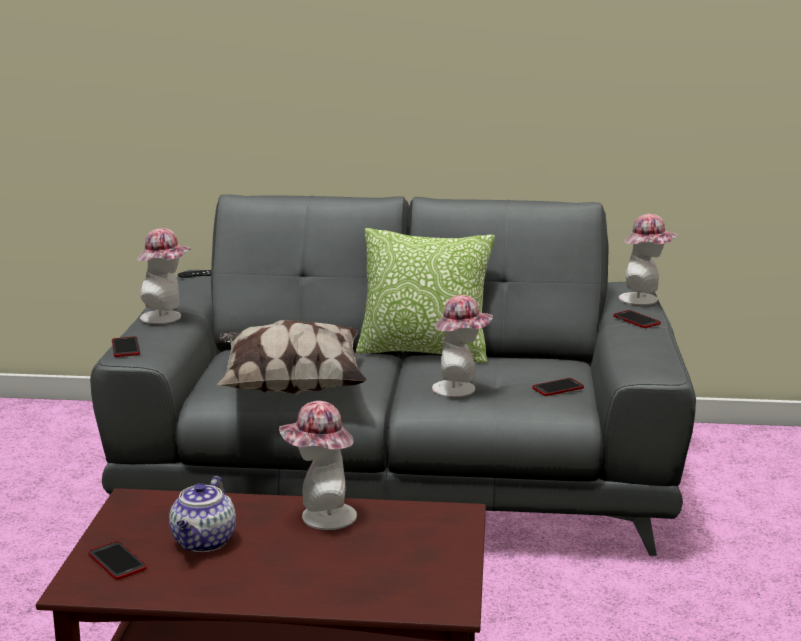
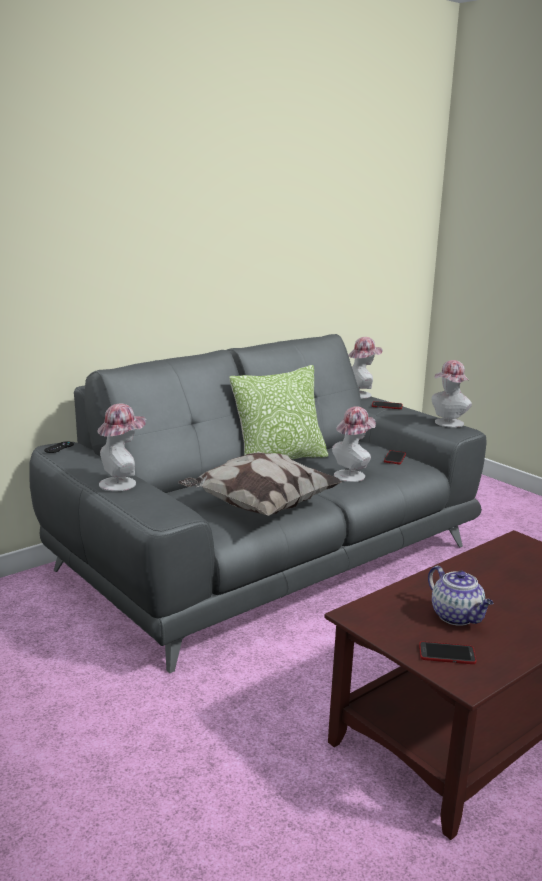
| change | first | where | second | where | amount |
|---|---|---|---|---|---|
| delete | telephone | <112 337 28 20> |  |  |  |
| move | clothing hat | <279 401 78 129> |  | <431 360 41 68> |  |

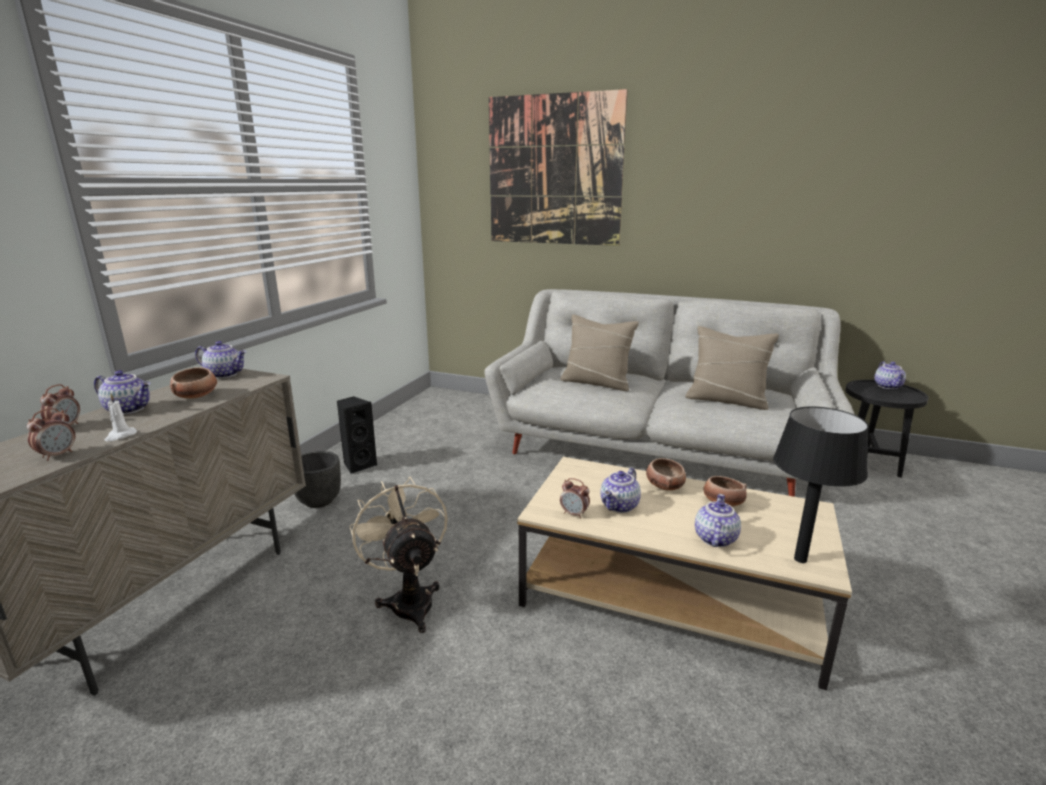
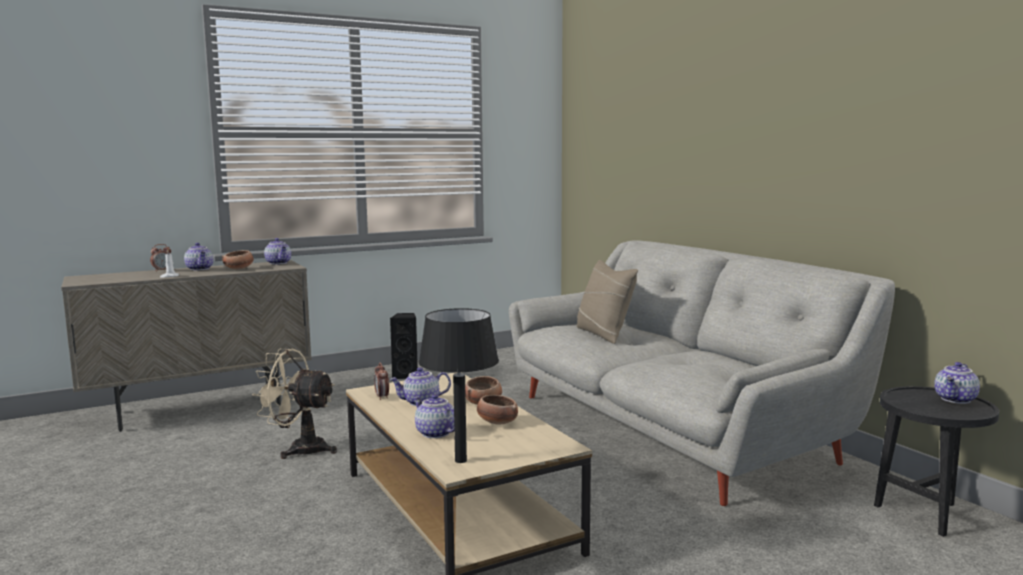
| change | first | where | second | where | amount |
|---|---|---|---|---|---|
| delete | wall picture | <489 89 139 157> |  |  |  |
| delete | beige cushion | <685 326 94 84> |  |  |  |
| delete | alarm clock | <27 408 48 53> |  |  |  |
| delete | blackish plant pot | <294 451 47 57> |  |  |  |
| rotate | beige cooling fan | <349 477 99 156> |  | <252 349 85 110> | 90 degrees counterclockwise |
| rotate | tea pot | <695 494 46 53> |  | <413 394 41 44> | 105 degrees counterclockwise |

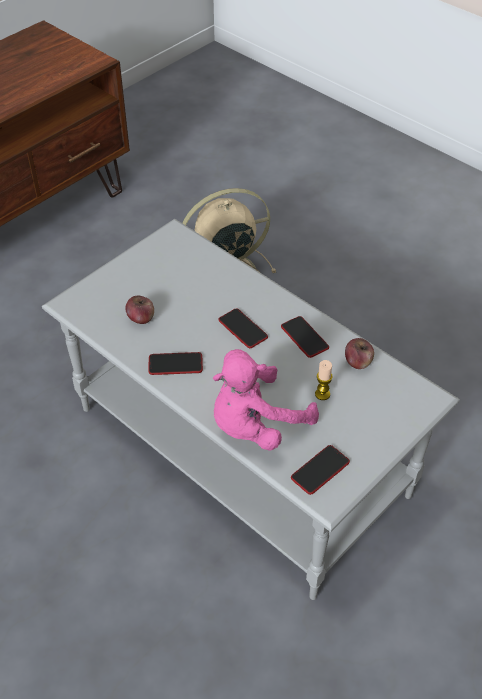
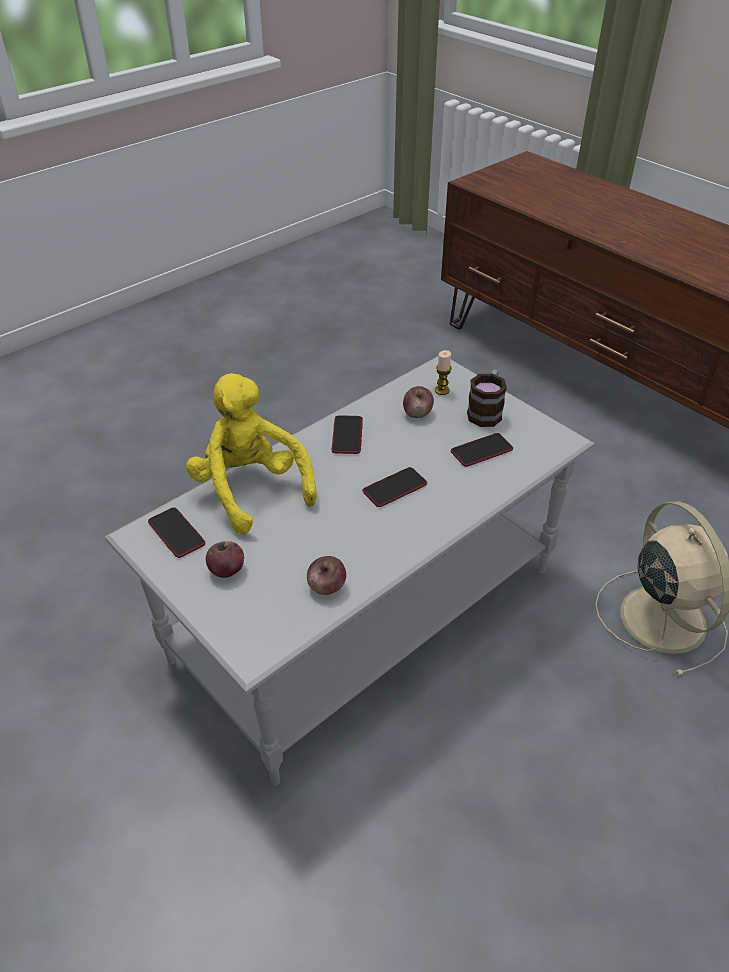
| change | first | where | second | where | amount |
|---|---|---|---|---|---|
| move | telephone | <281 316 48 42> |  | <451 433 62 34> |  |
| recolor | pinkish cuddly toy | <213 349 106 102> | yellowish cuddly toy | <186 373 131 161> |  |
| move | wax candle | <315 360 18 40> |  | <435 350 17 45> |  |
| insert |  |  | tea mug | <467 369 40 58> |  |
| insert |  |  | whole apple | <206 541 38 37> |  |

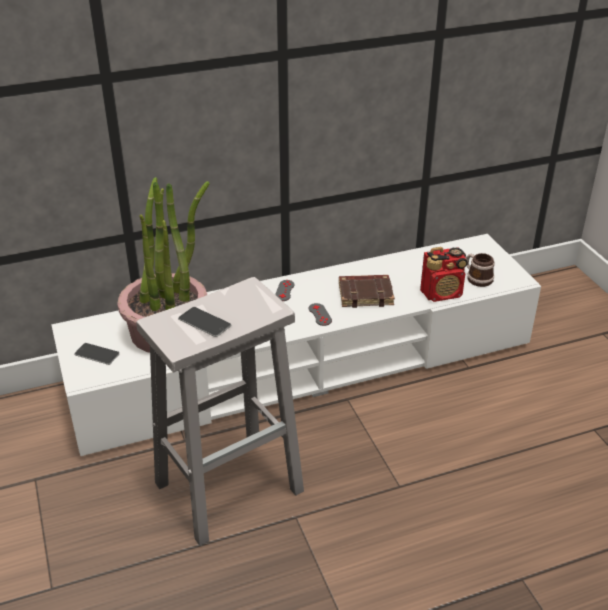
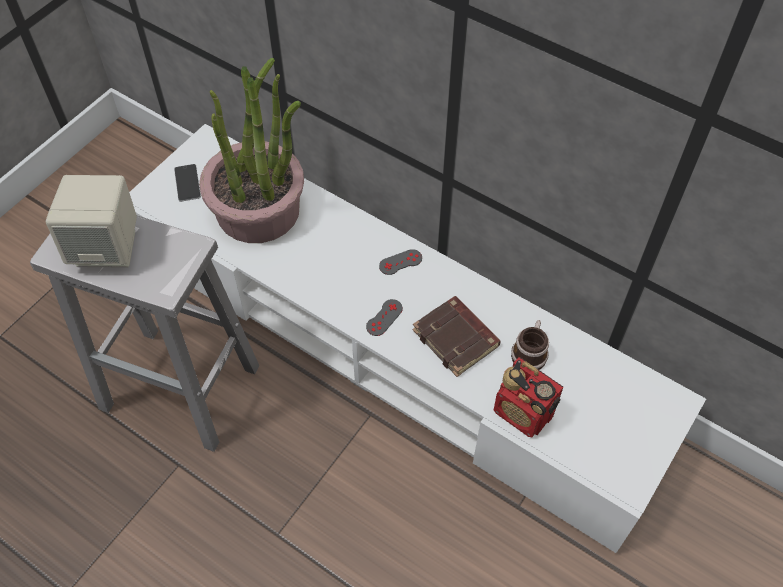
| change | first | where | second | where | amount |
|---|---|---|---|---|---|
| move | tea mug | <466 253 29 34> |  | <511 320 38 50> |  |
| replace | telephone | <178 307 53 30> | beige audio speaker | <46 175 91 93> |  |

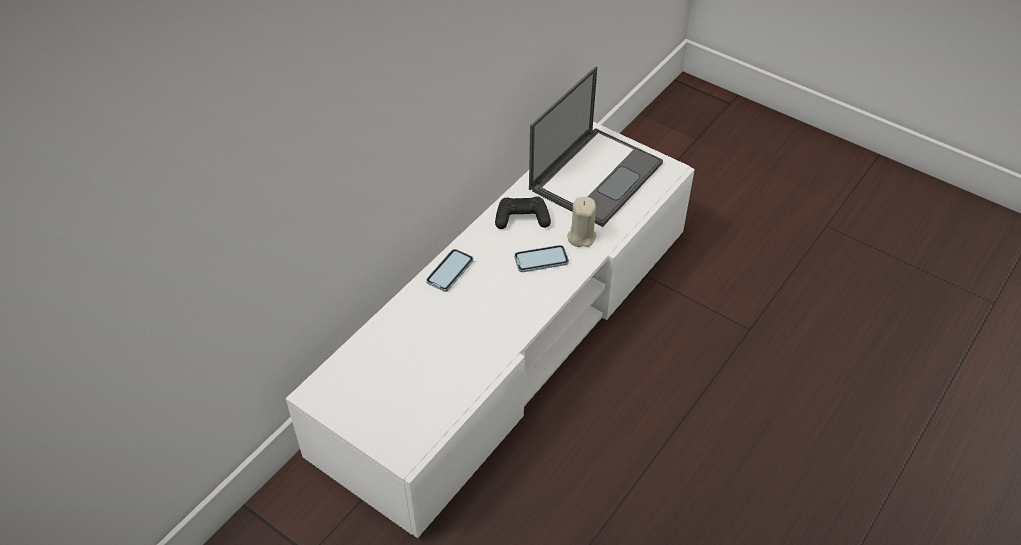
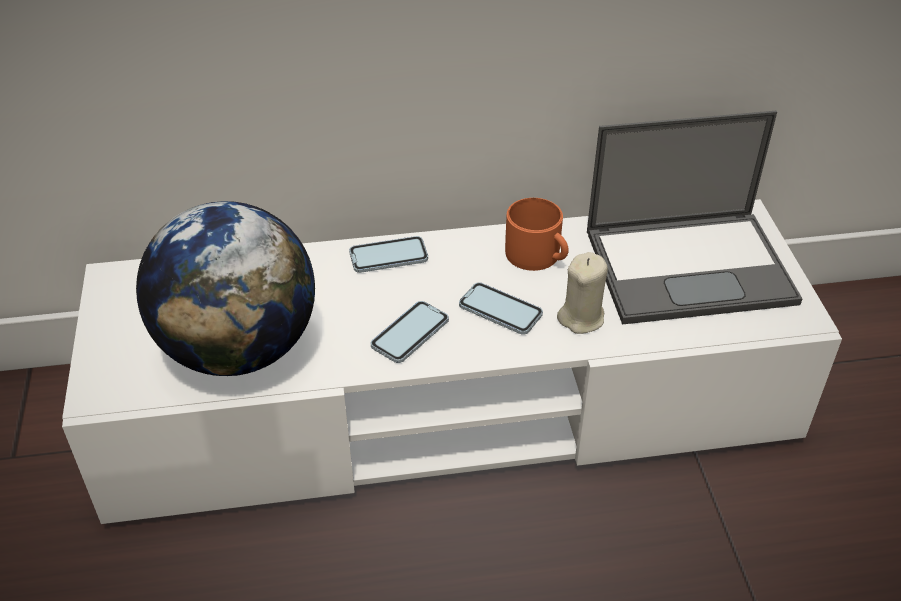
| change | first | where | second | where | amount |
|---|---|---|---|---|---|
| replace | blackish game controller | <495 196 56 33> | orange-coloured tea mug | <505 198 64 73> |  |
| insert |  |  | world globe | <136 201 179 175> |  |
| insert |  |  | telephone | <371 301 78 62> |  |

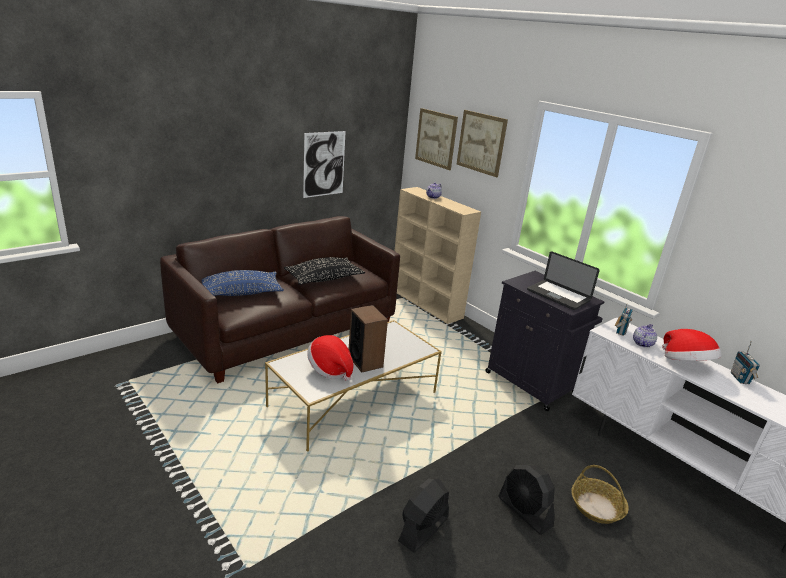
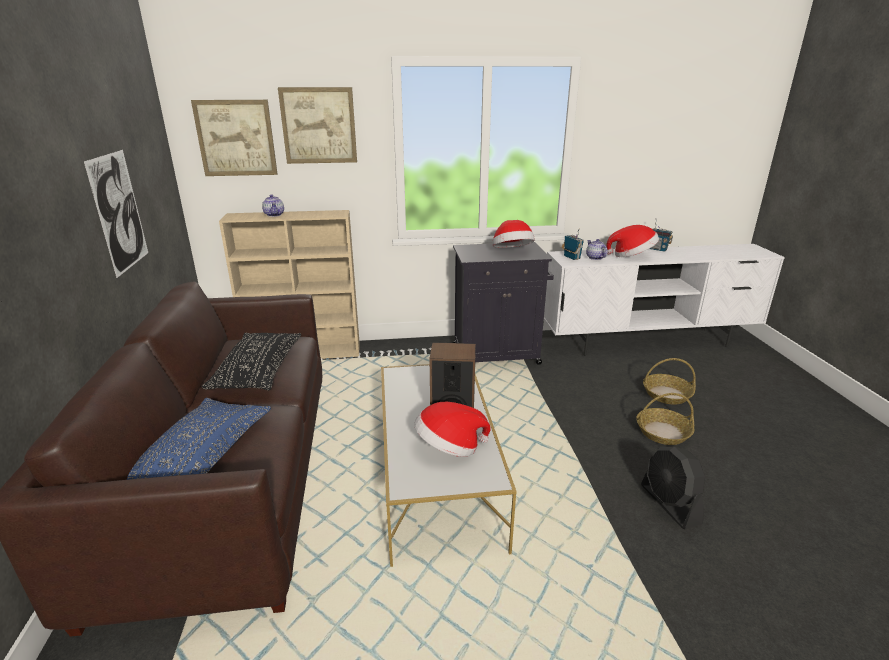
| change | first | where | second | where | amount |
|---|---|---|---|---|---|
| replace | laptop | <527 251 73 59> | clothing hat | <493 220 42 28> |  |
| replace | blackish cooling fan | <498 465 57 70> | basket | <636 393 59 52> |  |

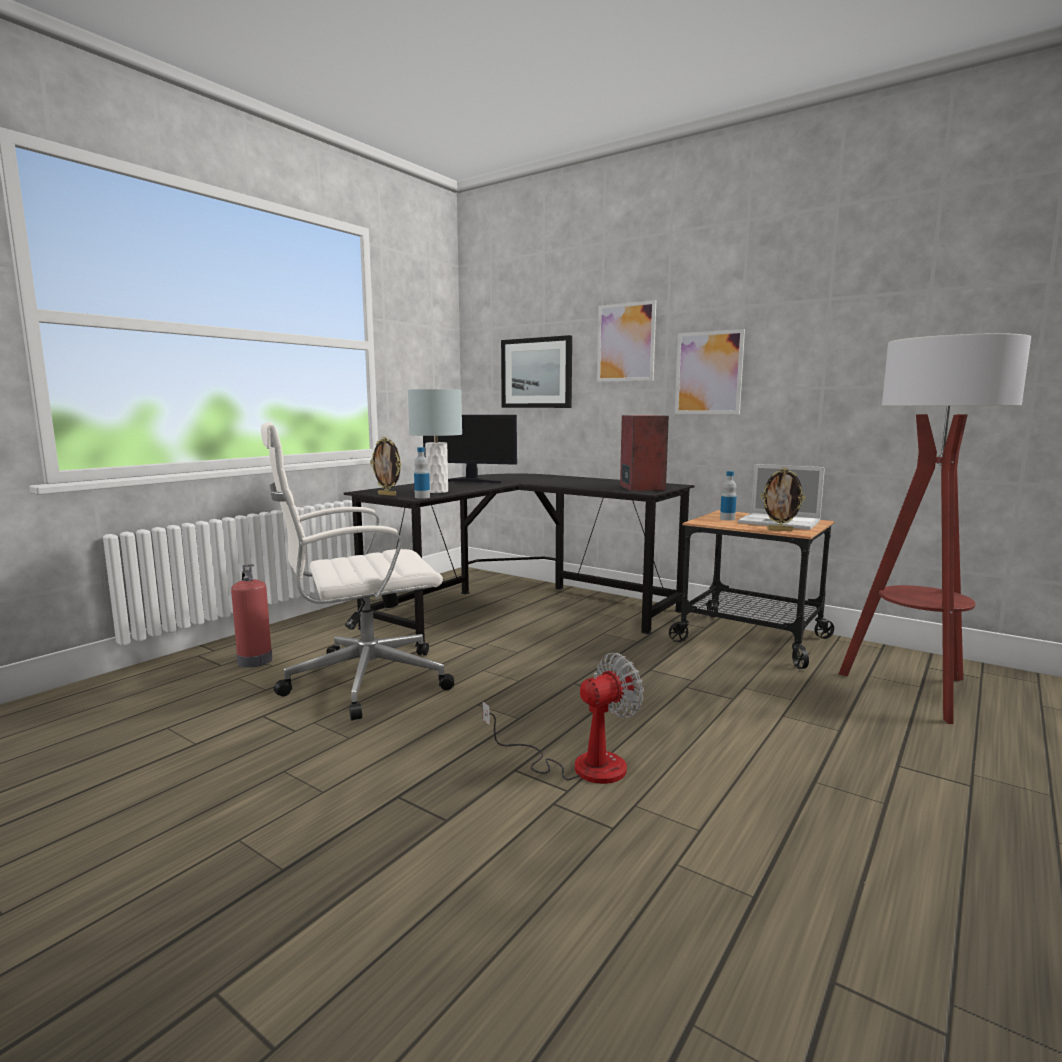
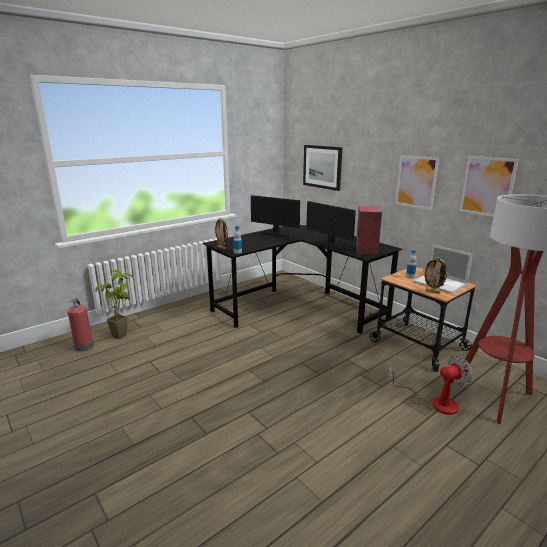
| change | first | where | second | where | amount |
|---|---|---|---|---|---|
| move | wall picture | <597 300 59 82> |  | <459 156 60 61> |  |
| delete | greyish tabletop lamp | <408 389 54 104> |  |  |  |
| delete | white computer chair | <261 422 193 299> |  |  |  |
| move | extinguisher | <231 564 42 104> |  | <67 298 26 54> |  |
| move | cooling fan | <482 653 162 131> |  | <388 355 85 60> |  |
| insert |  |  | computer screen | <306 201 50 49> |  |
| insert |  |  | houseplant | <96 270 39 69> |  |

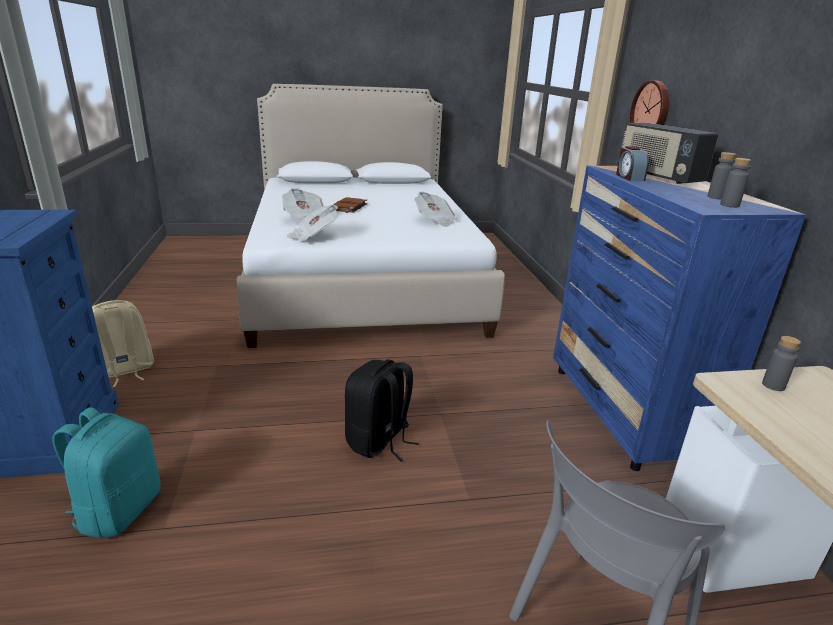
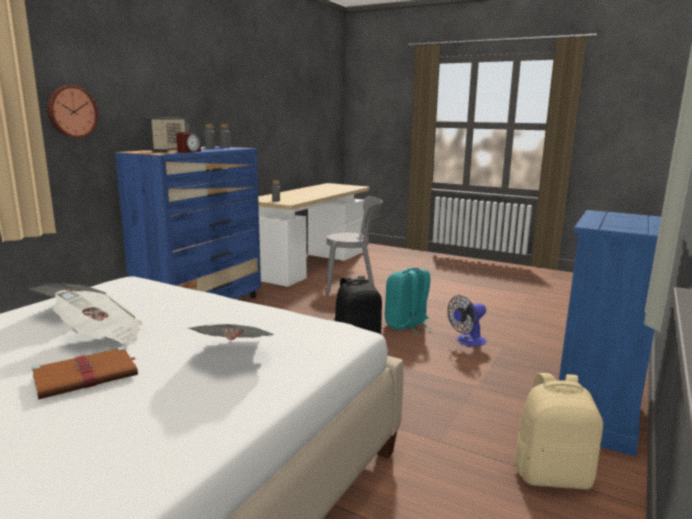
| change | first | where | second | where | amount |
|---|---|---|---|---|---|
| move | printed paper | <287 205 51 36> |  | <52 290 90 54> |  |
| move | turquoise-coloured knapsack | <52 407 108 131> |  | <385 268 47 66> |  |
| insert |  |  | cooling fan | <447 295 39 52> |  |

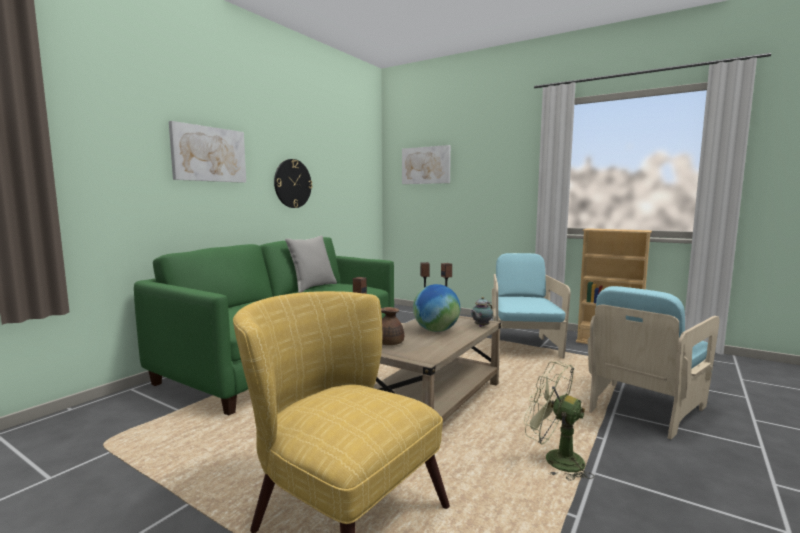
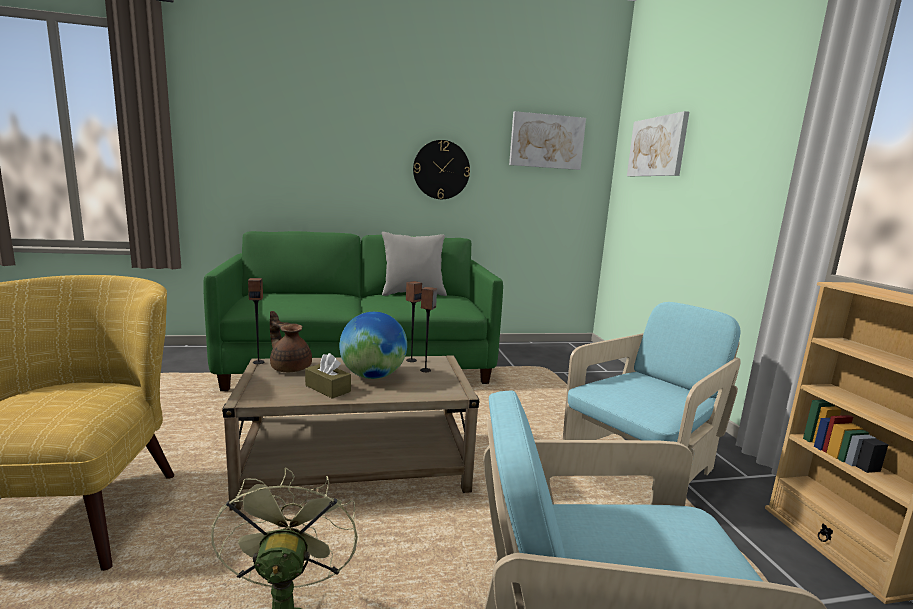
| change | first | where | second | where | amount |
|---|---|---|---|---|---|
| move | wall picture | <169 121 77 62> |  | <509 111 77 59> |  |
| delete | tea pot | <471 297 22 30> |  |  |  |
| insert |  |  | brownish tissue box | <305 353 46 46> |  |

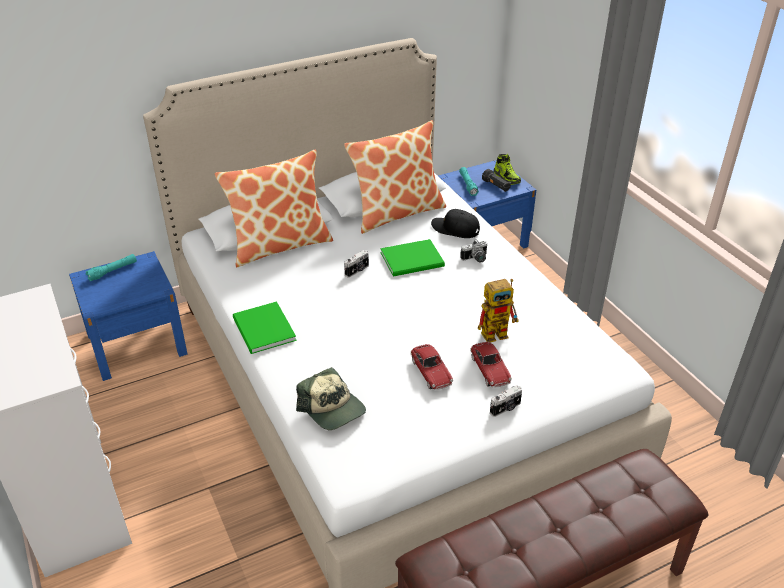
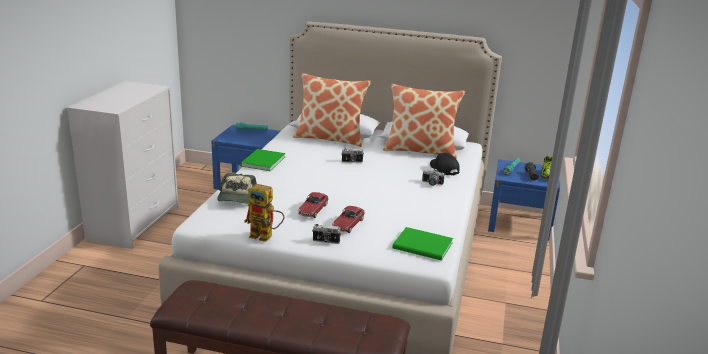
| change | first | where | second | where | amount |
|---|---|---|---|---|---|
| move | green-coloured bound book | <381 239 64 38> |  | <392 227 61 34> |  |
| move | toy robot | <478 279 41 63> |  | <244 184 41 58> |  |

